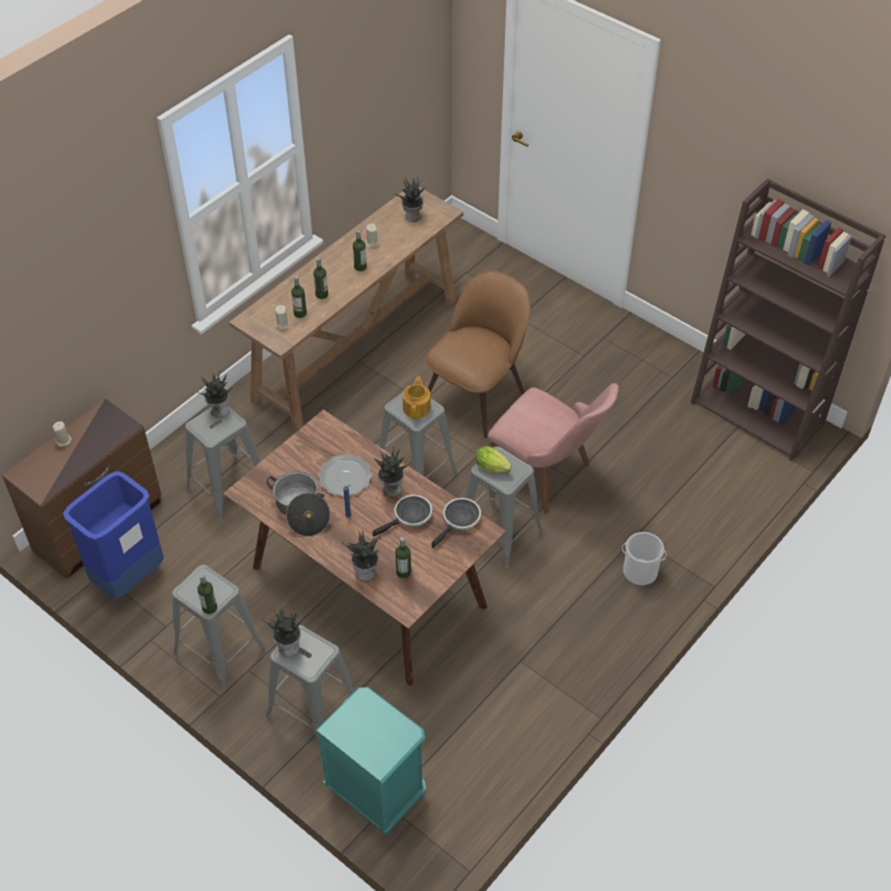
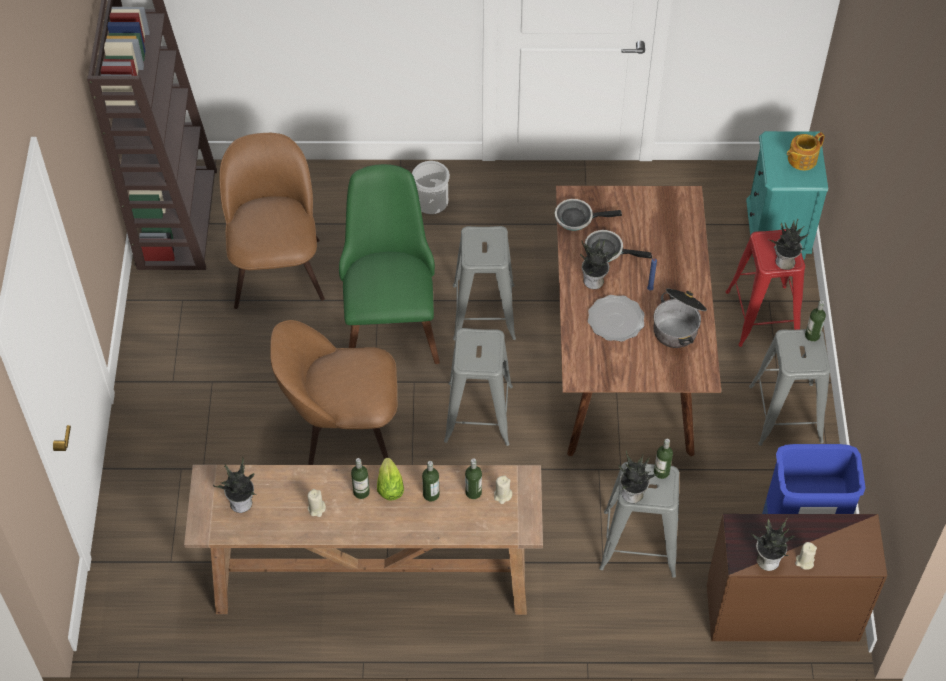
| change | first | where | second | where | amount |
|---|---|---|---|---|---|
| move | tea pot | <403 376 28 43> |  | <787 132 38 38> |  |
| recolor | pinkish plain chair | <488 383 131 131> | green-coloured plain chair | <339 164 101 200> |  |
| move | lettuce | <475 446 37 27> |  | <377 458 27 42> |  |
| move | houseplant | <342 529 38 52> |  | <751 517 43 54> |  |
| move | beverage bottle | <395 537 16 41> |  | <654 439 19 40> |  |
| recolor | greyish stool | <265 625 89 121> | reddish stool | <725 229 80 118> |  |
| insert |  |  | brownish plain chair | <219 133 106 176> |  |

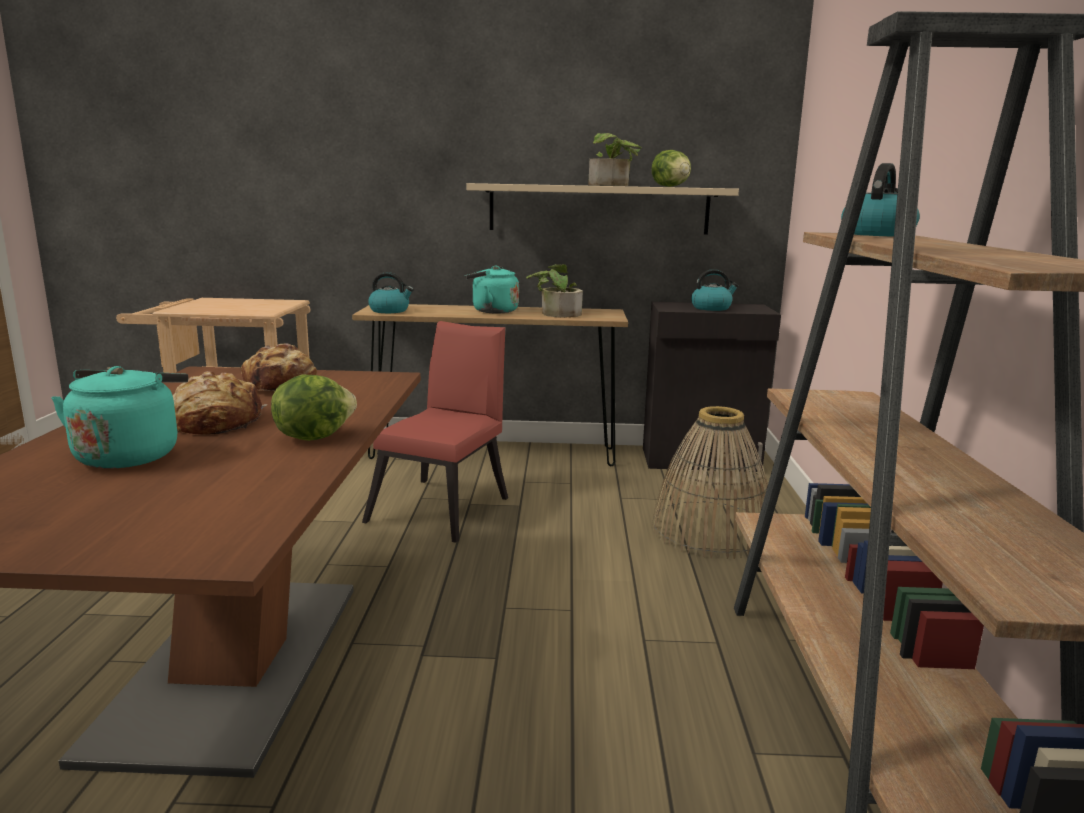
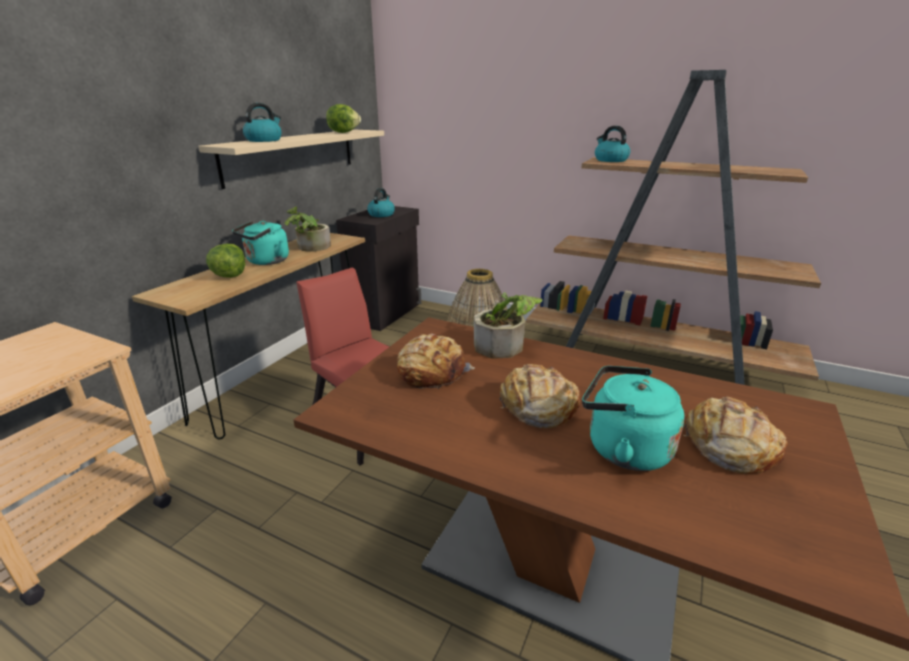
| change | first | where | second | where | amount |
|---|---|---|---|---|---|
| move | houseplant | <588 133 54 53> |  | <474 292 68 67> |  |
| move | tea kettle | <368 272 46 41> |  | <243 103 38 39> |  |
| move | lettuce | <271 375 86 66> |  | <206 243 39 35> |  |
| insert |  |  | bakery bread | <683 396 105 78> |  |

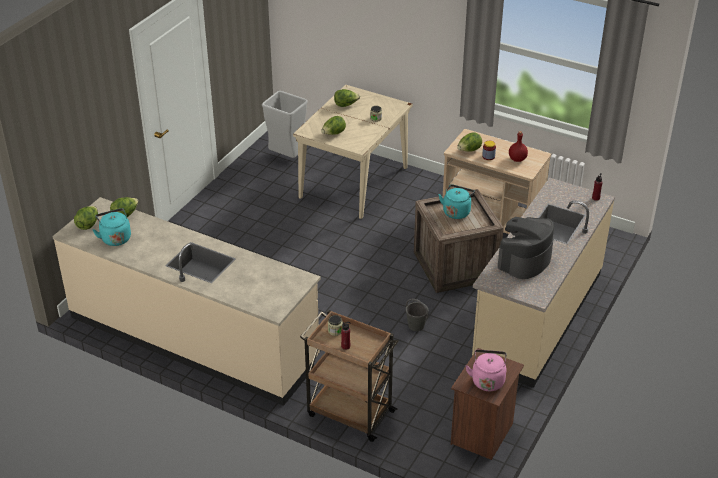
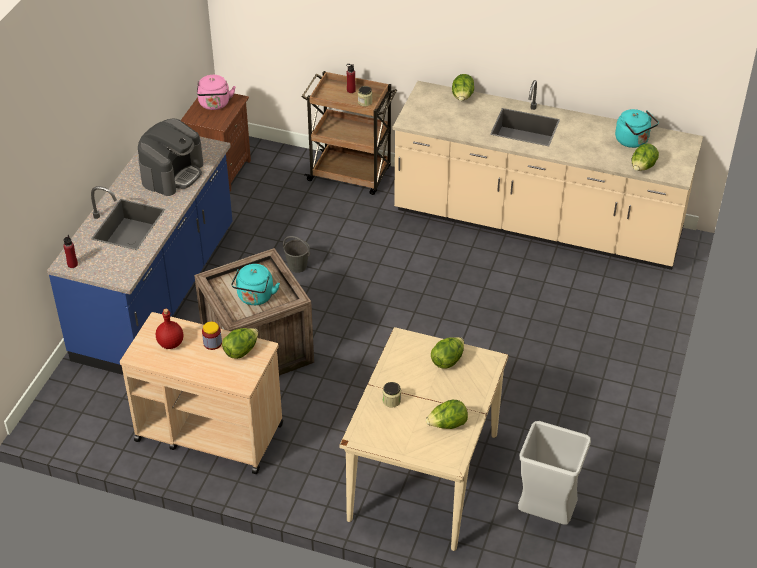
| change | first | where | second | where | amount |
|---|---|---|---|---|---|
| recolor | beige kitchen base unit | <472 177 143 211> | bluish kitchen base unit | <47 137 185 238> |  |
| move | lettuce | <74 206 24 24> |  | <452 74 22 27> |  |

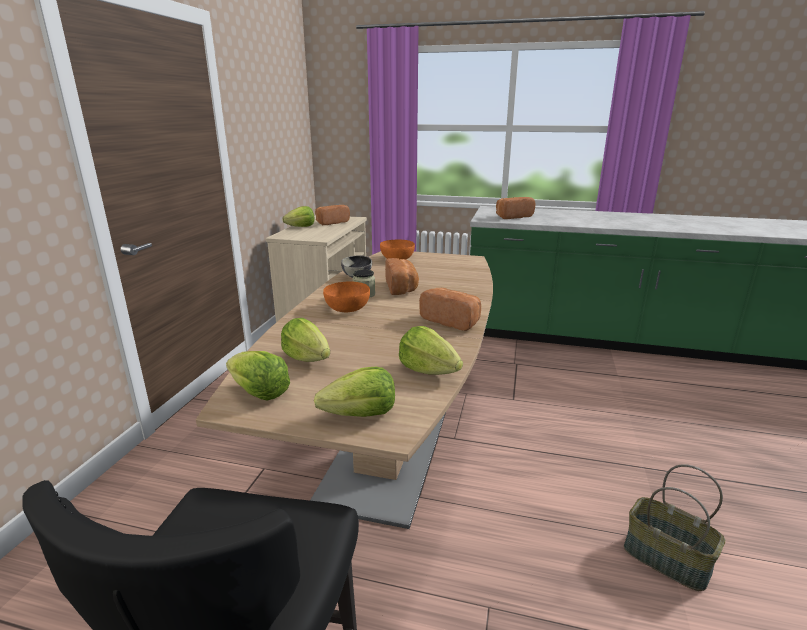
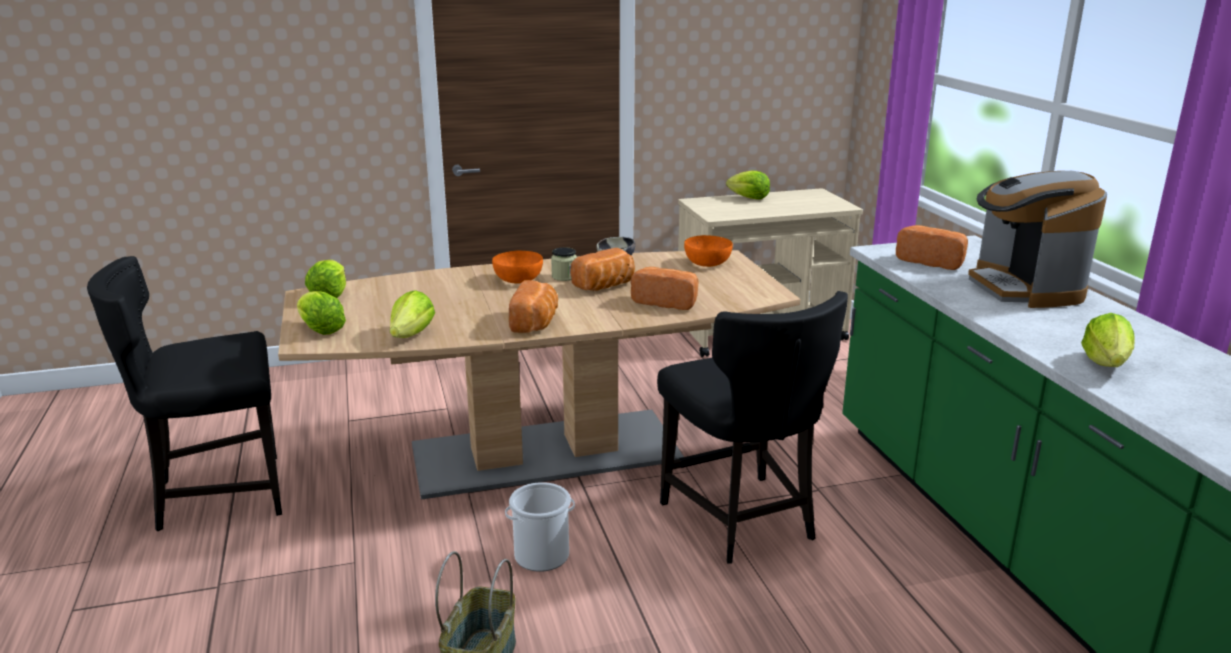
| change | first | where | second | where | amount |
|---|---|---|---|---|---|
| move | bakery bread | <315 205 35 20> |  | <630 267 68 43> |  |
| move | lettuce | <281 318 49 44> |  | <1081 313 53 54> |  |
| insert |  |  | coffee brewer | <968 171 139 137> |  |
| insert |  |  | blackish plain chair | <657 291 191 272> |  |
| insert |  |  | pail | <505 482 70 90> |  |

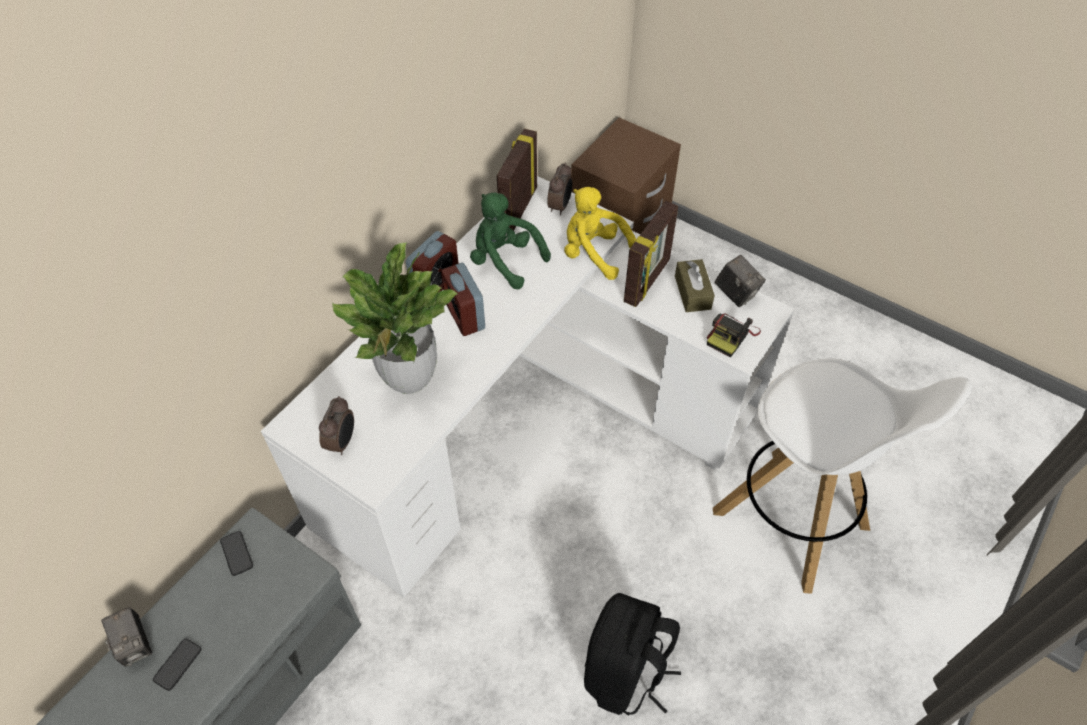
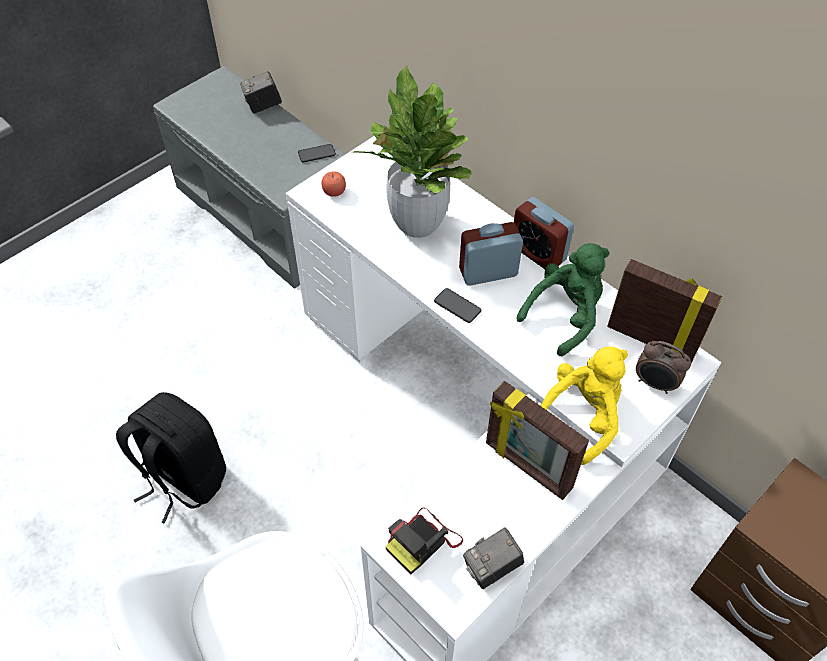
| change | first | where | second | where | amount |
|---|---|---|---|---|---|
| delete | brownish tissue box | <675 259 40 53> |  |  |  |
| rotate | photo camera | <707 313 54 44> |  | <386 507 77 67> | 90 degrees counterclockwise |
| delete | alarm clock | <319 396 35 59> |  |  |  |
| move | telephone | <153 639 49 52> |  | <434 288 48 35> |  |
| insert |  |  | whole apple | <322 171 24 26> |  |

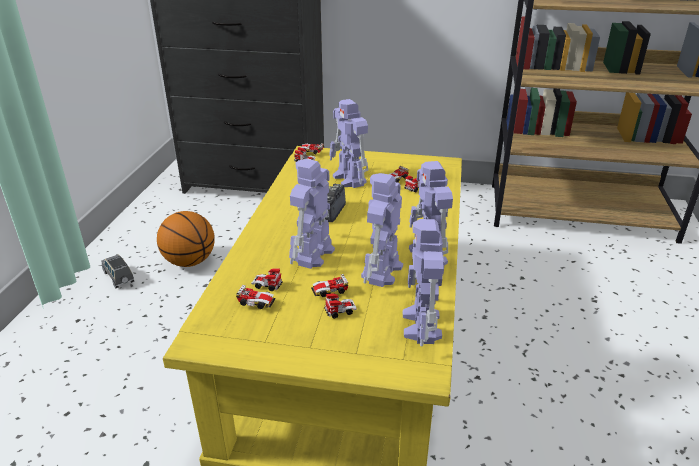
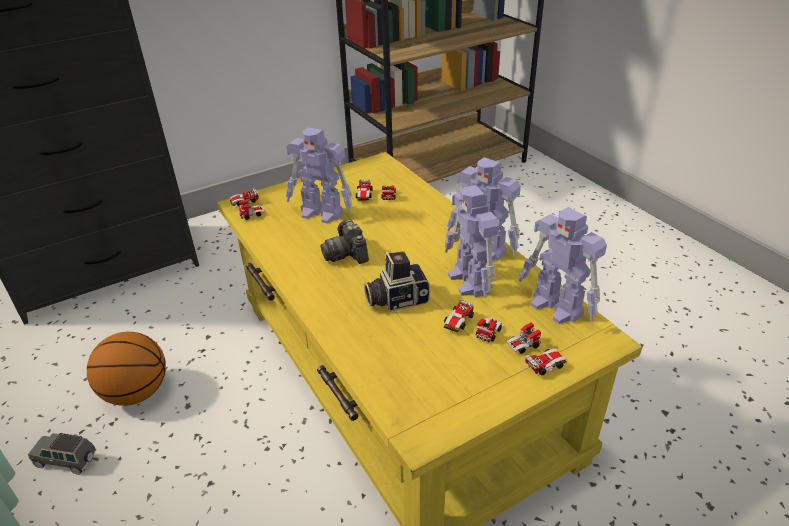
| change | first | where | second | where | amount |
|---|---|---|---|---|---|
| replace | toy robot | <289 159 46 110> | photo camera | <364 252 66 60> |  |
| move | miniature car | <236 269 47 40> |  | <506 322 61 54> |  |

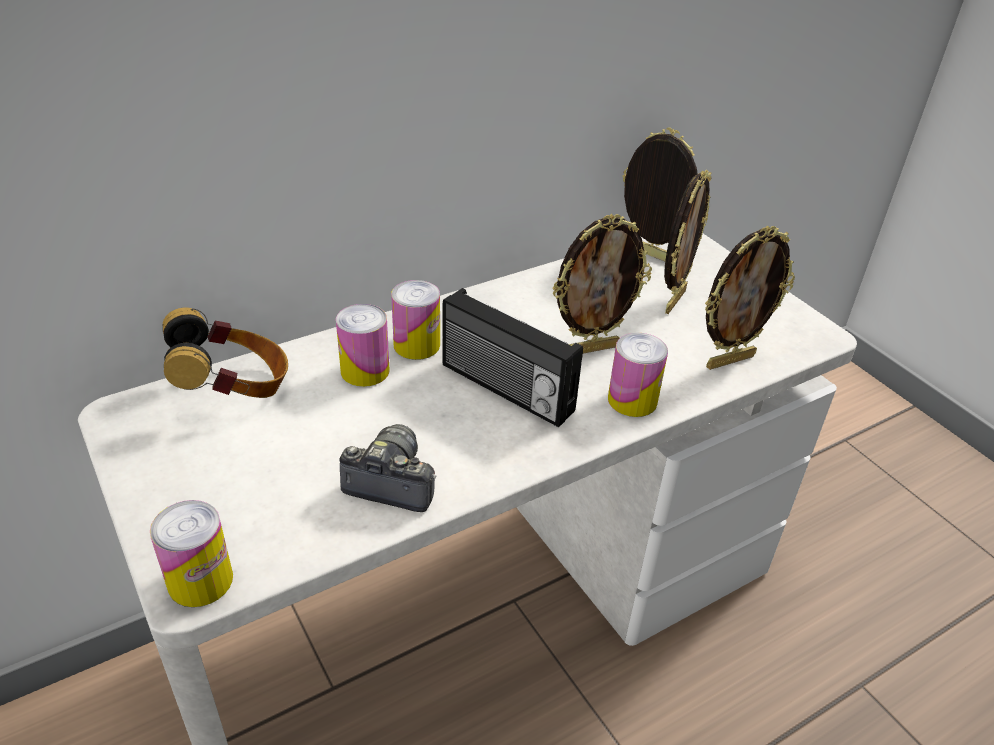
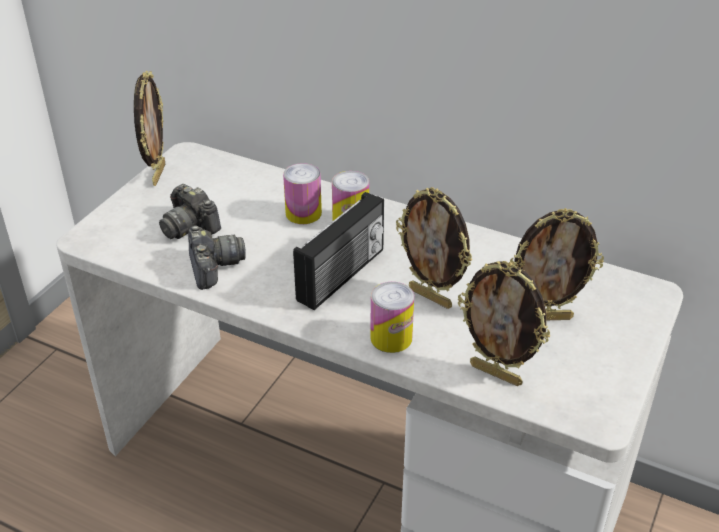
| change | first | where | second | where | amount |
|---|---|---|---|---|---|
| move | picture frame | <622 127 76 134> |  | <134 71 31 115> |  |
| rotate | radio receiver | <443 288 140 139> |  | <293 192 91 118> | 150 degrees counterclockwise |
| delete | headphones | <163 307 125 91> |  |  |  |
| delete | can | <150 500 83 107> |  |  |  |
| insert |  |  | photo camera | <159 184 62 55> |  |

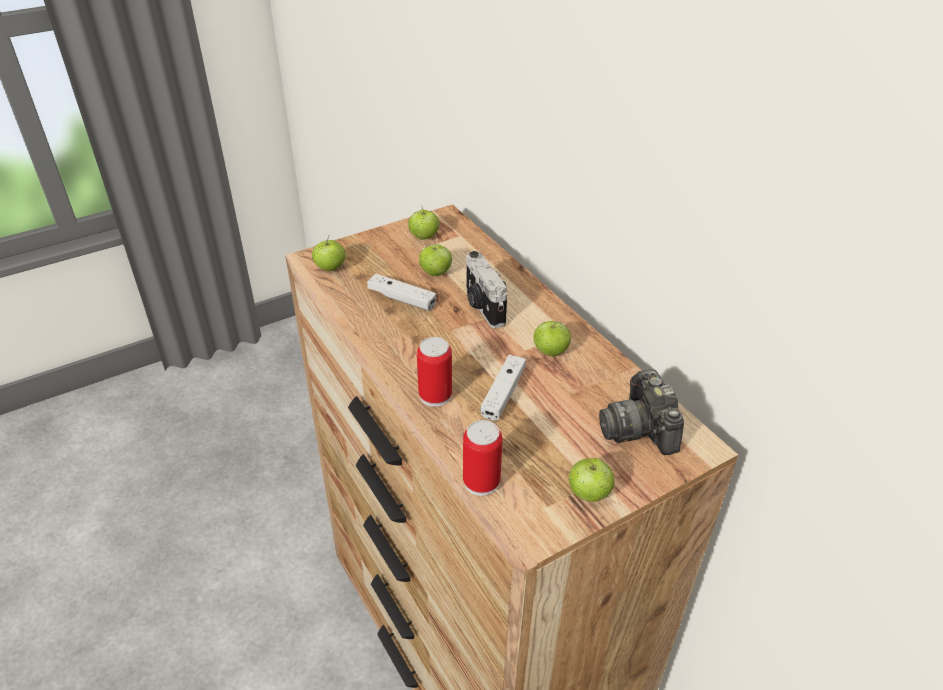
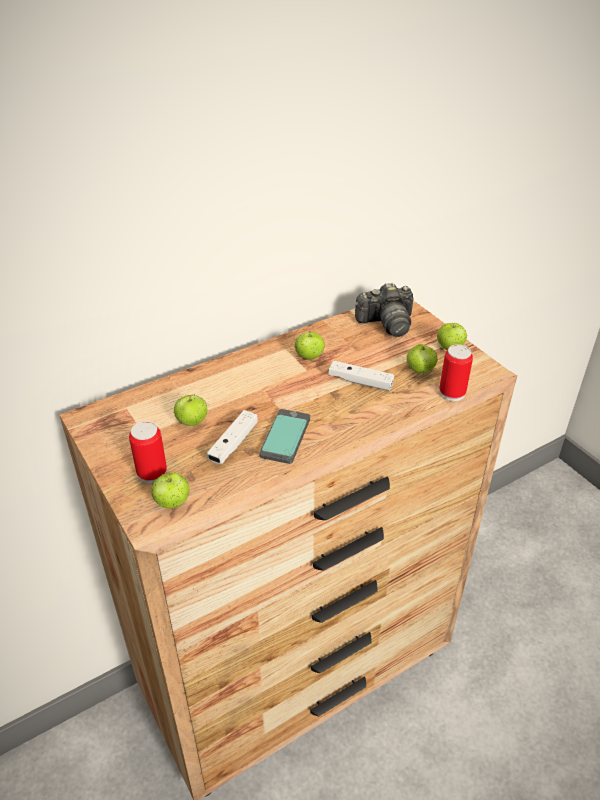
| change | first | where | second | where | amount |
|---|---|---|---|---|---|
| move | whole apple | <408 205 31 35> |  | <407 344 31 30> |  |
| delete | photo camera | <466 251 41 77> |  |  |  |
| move | can | <417 337 35 70> |  | <129 421 38 62> |  |
| insert |  |  | telephone | <259 409 51 55> |  |

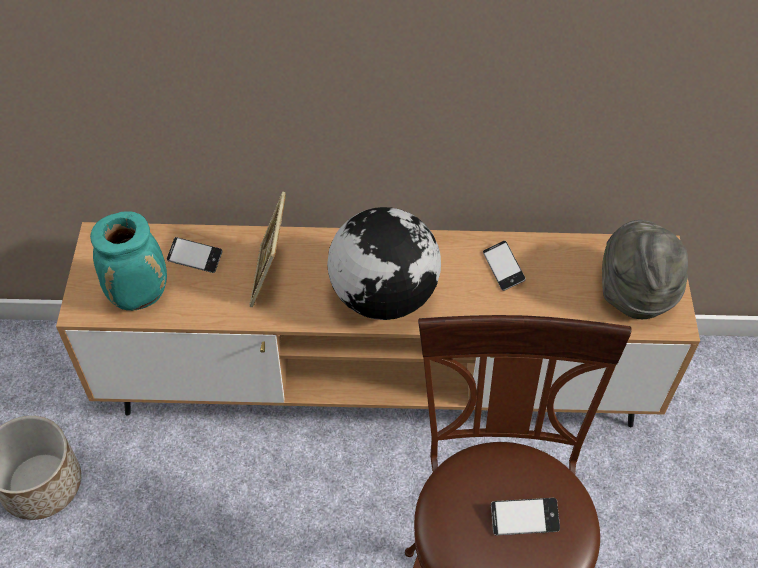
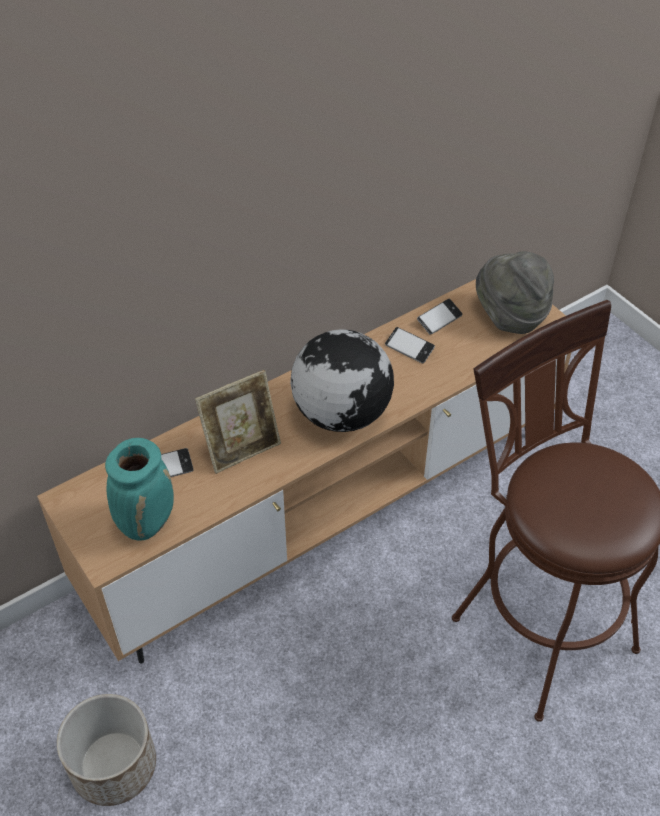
| change | first | where | second | where | amount |
|---|---|---|---|---|---|
| rotate | picture frame | <249 192 37 115> |  | <195 370 86 104> | 90 degrees counterclockwise |
| move | telephone | <491 498 69 38> |  | <417 299 45 36> |  |

